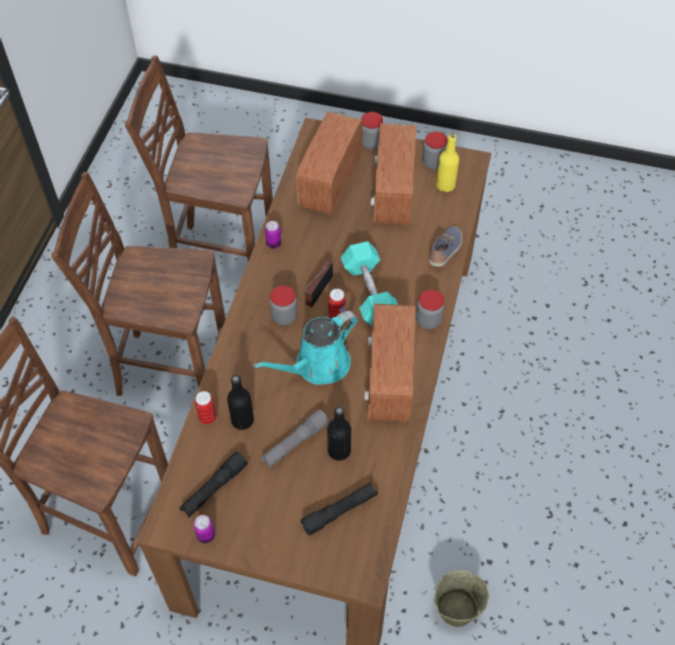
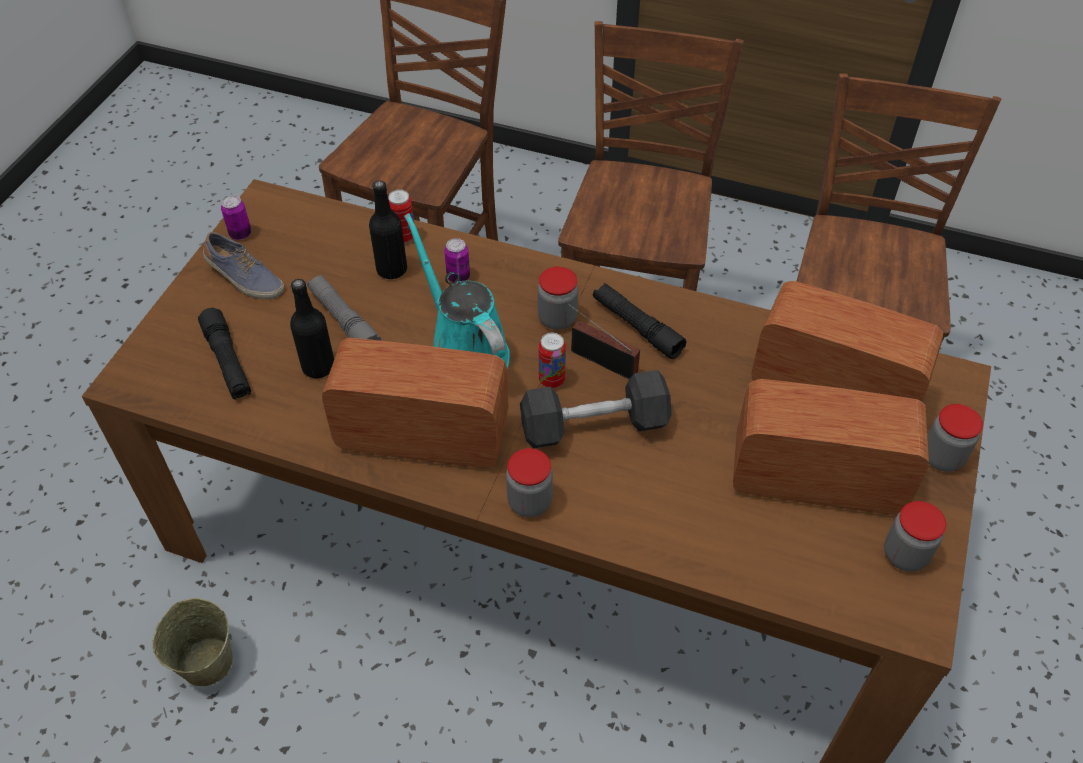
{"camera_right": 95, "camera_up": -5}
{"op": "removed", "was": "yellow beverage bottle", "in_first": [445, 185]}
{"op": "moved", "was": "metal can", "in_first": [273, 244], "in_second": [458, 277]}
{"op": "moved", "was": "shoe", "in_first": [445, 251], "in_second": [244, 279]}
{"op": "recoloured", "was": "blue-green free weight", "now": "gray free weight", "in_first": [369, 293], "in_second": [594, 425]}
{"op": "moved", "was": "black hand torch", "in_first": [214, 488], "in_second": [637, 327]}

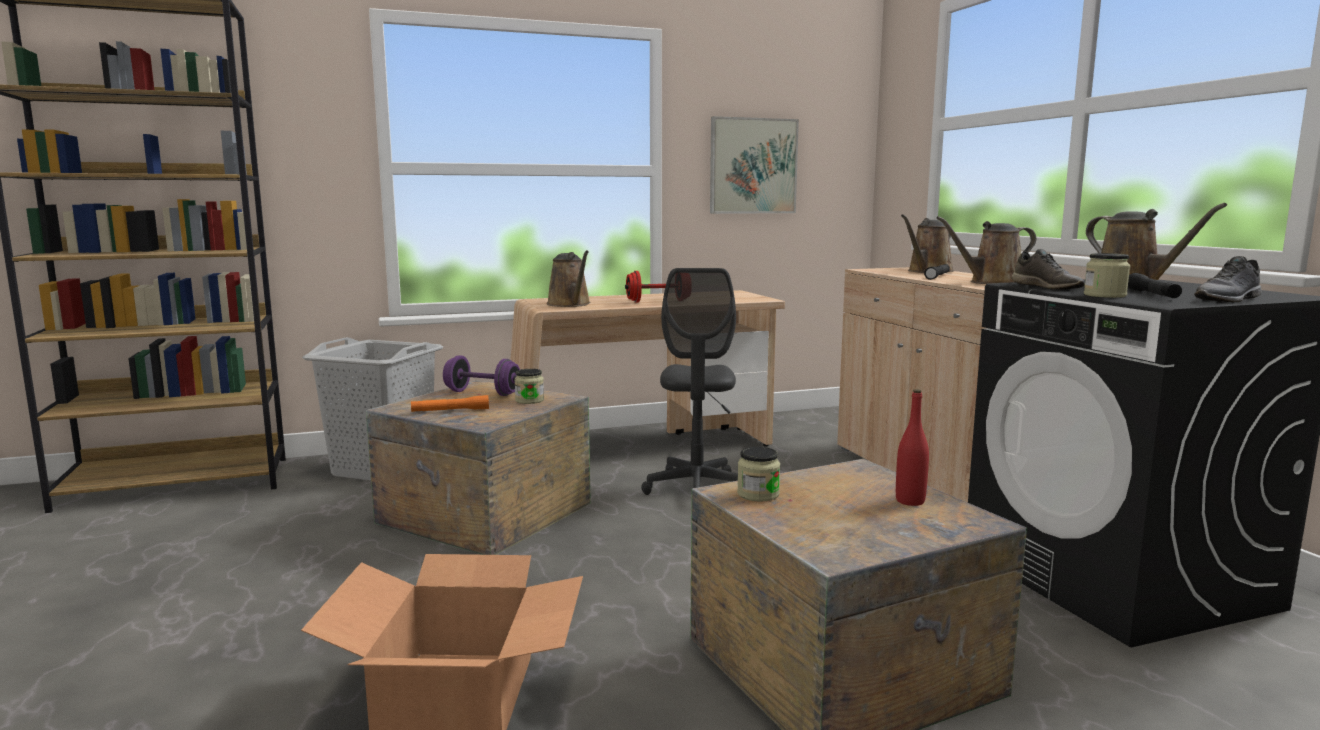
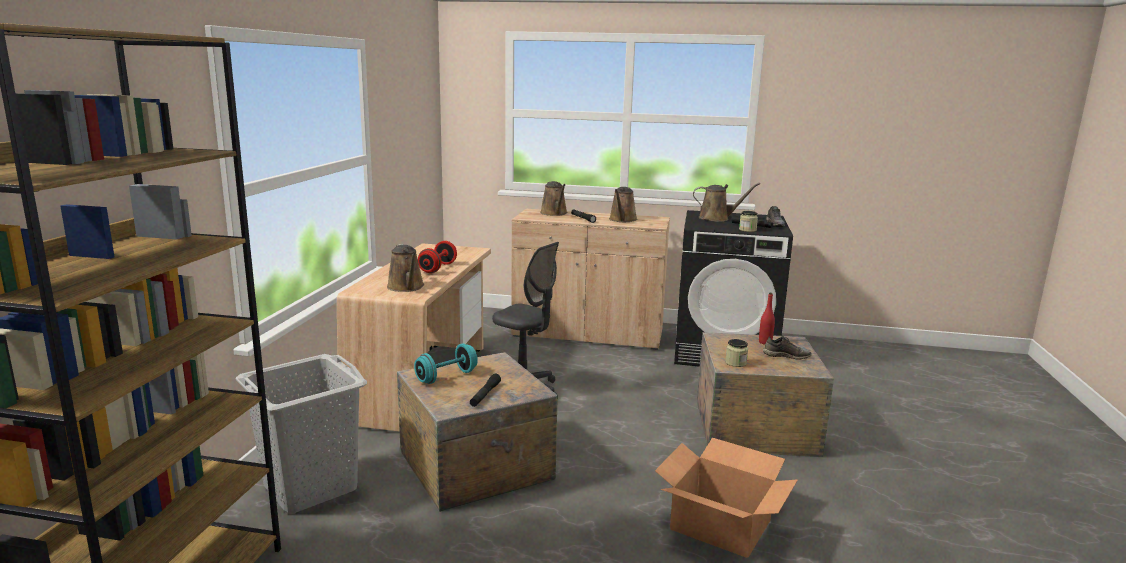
{"camera_right": -60, "camera_up": 5}
{"op": "removed", "was": "picture", "in_first": [753, 166]}
{"op": "moved", "was": "gray shoe", "in_first": [1048, 287], "in_second": [786, 356]}
{"op": "turned", "was": "brown-coloured watering pot", "in_first": [570, 304], "in_second": [406, 287], "clockwise": 60}
{"op": "recoloured", "was": "purplish free weight", "now": "blue-green free weight", "in_first": [482, 393], "in_second": [446, 377]}
{"op": "removed", "was": "preserve jar", "in_first": [529, 400]}
{"op": "recoloured", "was": "orange-coloured hand torch", "now": "black hand torch", "in_first": [450, 411], "in_second": [485, 395]}

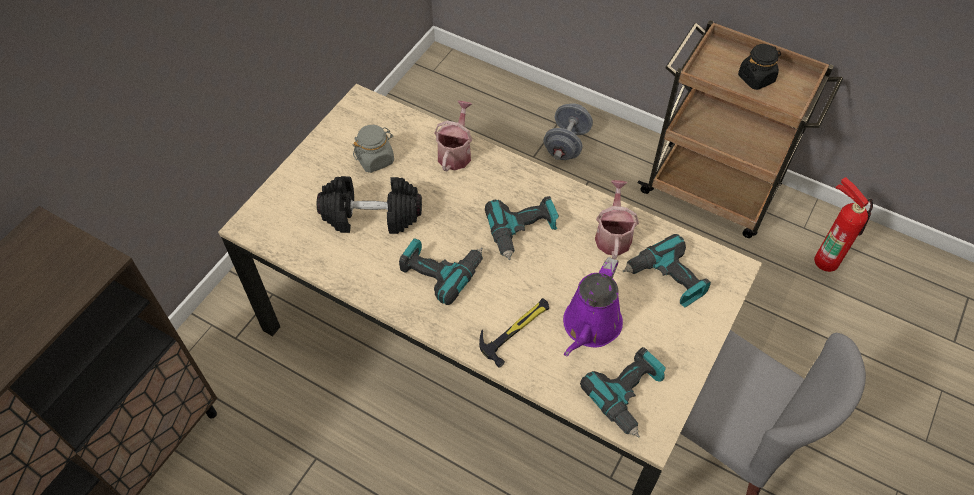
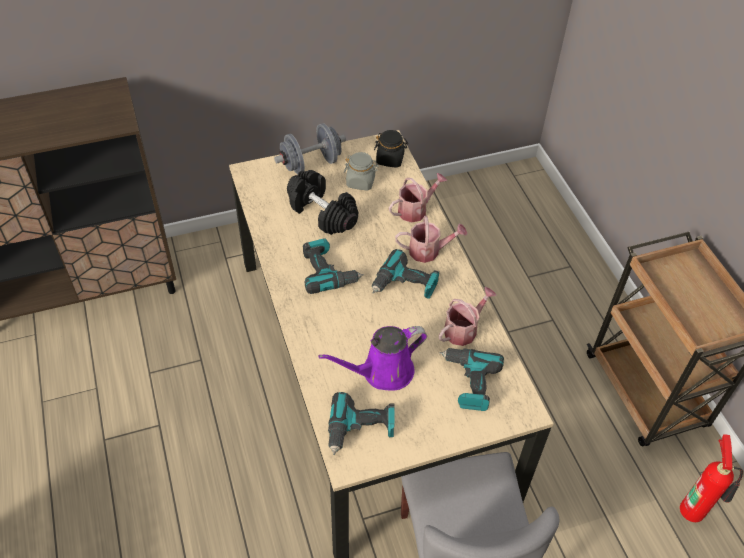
{"camera_right": 40, "camera_up": -5}
{"op": "moved", "was": "black preserve jar", "in_first": [756, 78], "in_second": [390, 159]}
{"op": "moved", "was": "gray free weight", "in_first": [566, 144], "in_second": [311, 164]}
{"op": "removed", "was": "hand hammer", "in_first": [515, 329]}
{"op": "added", "now": "watering pot", "in_second": [428, 251]}

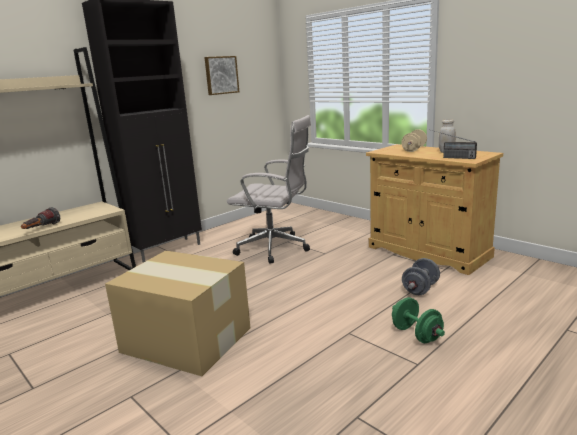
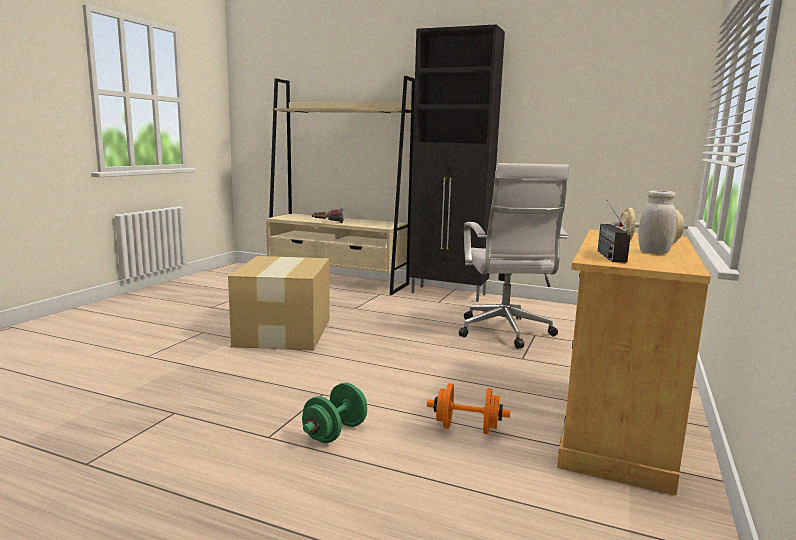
{"camera_right": 65, "camera_up": -5}
{"op": "removed", "was": "picture", "in_first": [221, 75]}
{"op": "recoloured", "was": "gray free weight", "now": "orange-coloured free weight", "in_first": [420, 289], "in_second": [466, 428]}

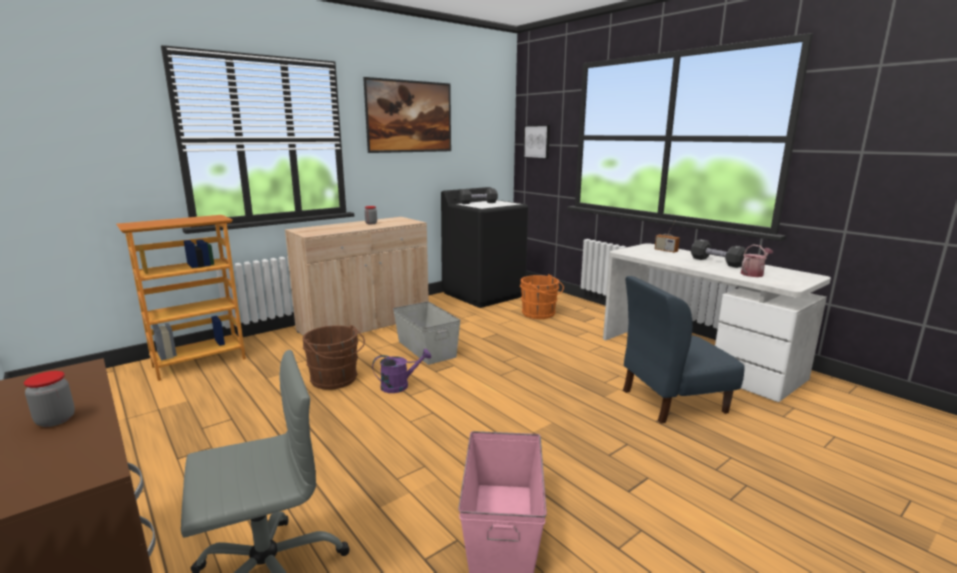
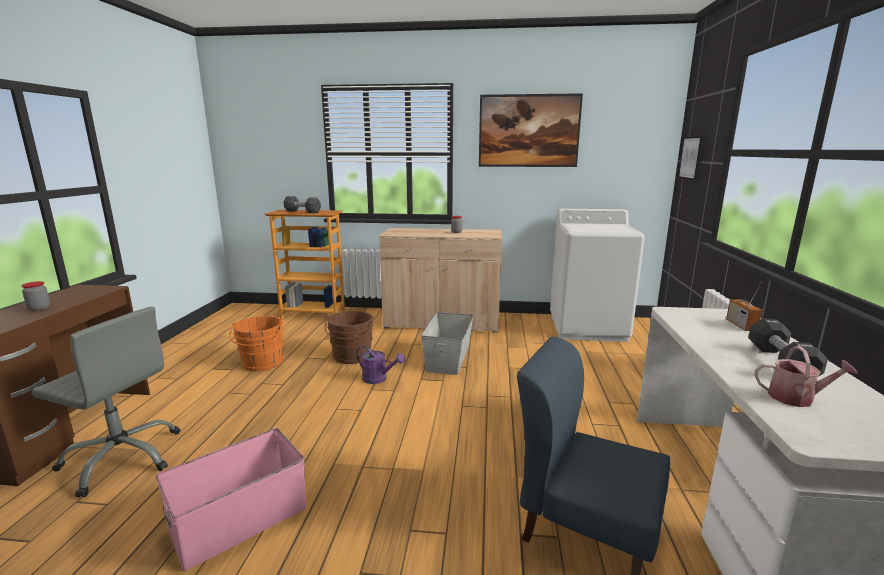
{"camera_right": 45, "camera_up": 0}
{"op": "recoloured", "was": "black laundry machine", "now": "white laundry machine", "in_first": [484, 294], "in_second": [588, 327]}
{"op": "moved", "was": "black free weight", "in_first": [478, 203], "in_second": [302, 212]}
{"op": "moved", "was": "orange-coloured bucket", "in_first": [540, 314], "in_second": [262, 364]}

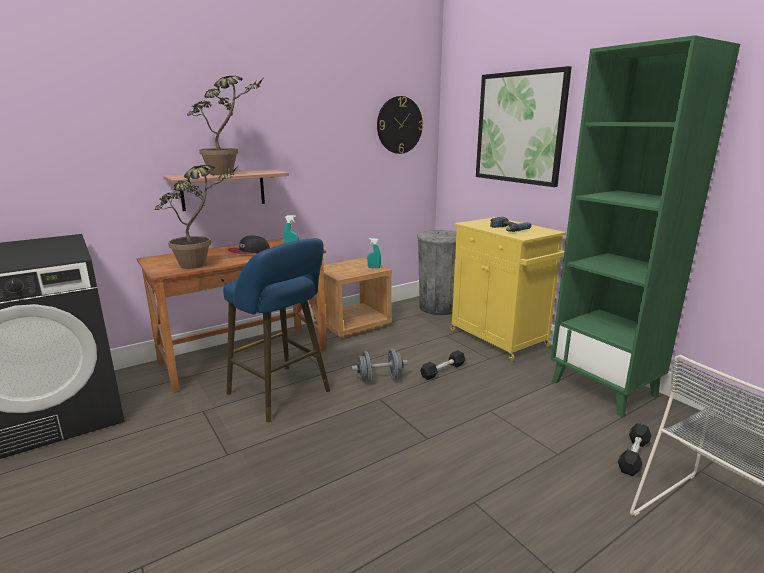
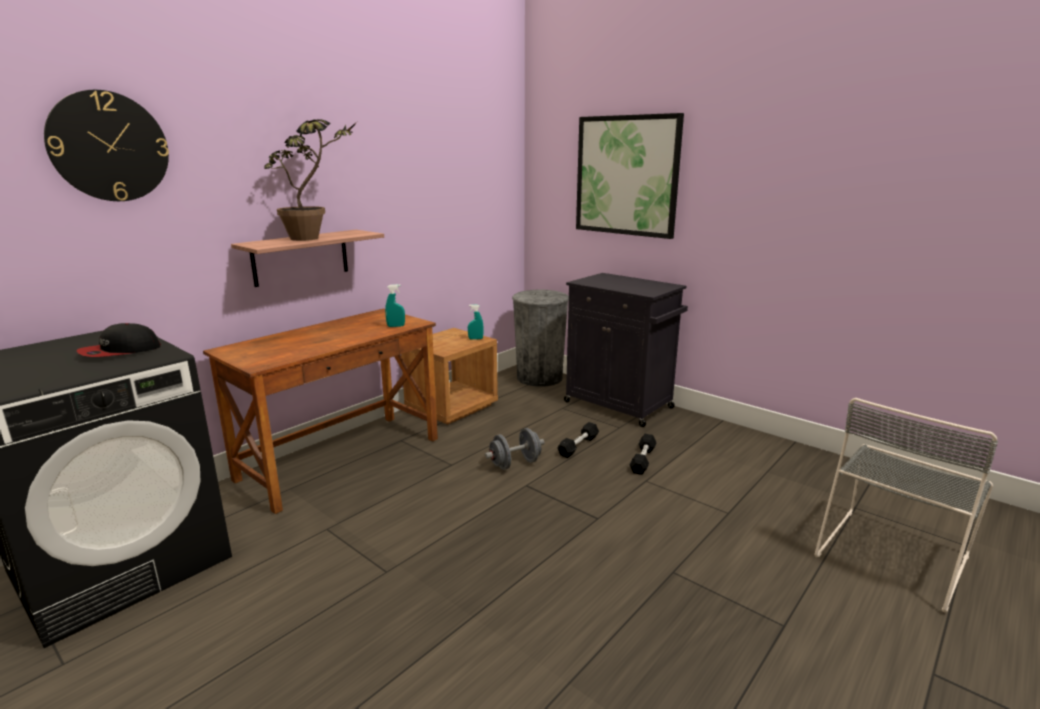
{"camera_right": -15, "camera_up": 0}
{"op": "removed", "was": "green-coloured bookshelf", "in_first": [605, 388]}
{"op": "moved", "was": "clock on the wall", "in_first": [399, 125], "in_second": [109, 147]}
{"op": "removed", "was": "potted plant", "in_first": [202, 265]}
{"op": "recoloured", "was": "yellow storage cabinet", "now": "black storage cabinet", "in_first": [500, 339], "in_second": [620, 405]}
{"op": "removed", "was": "drill", "in_first": [507, 229]}
{"op": "moved", "was": "peaked cap", "in_first": [249, 252], "in_second": [120, 351]}
{"op": "removed", "was": "bluish stool", "in_first": [282, 394]}
{"op": "moved", "was": "black free weight", "in_first": [633, 455], "in_second": [642, 460]}

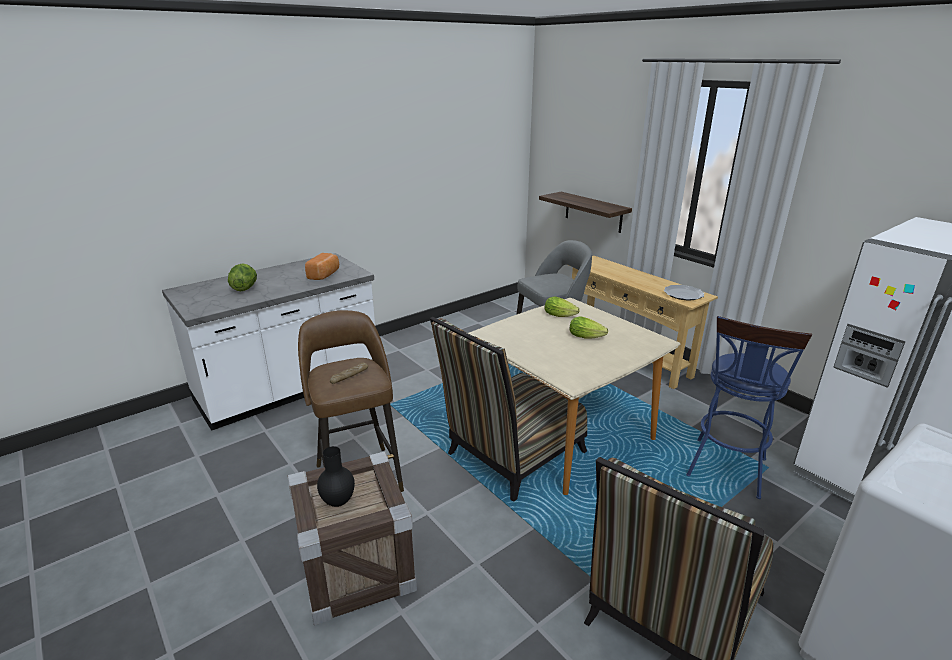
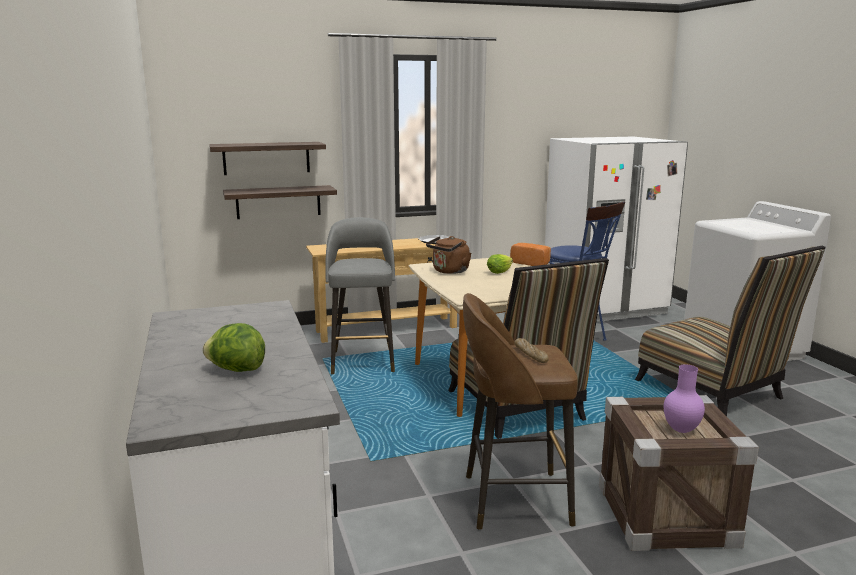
{"camera_right": -70, "camera_up": -10}
{"op": "moved", "was": "bakery bread", "in_first": [325, 275], "in_second": [531, 263]}
{"op": "replaced", "was": "head of lettuce", "now": "brown-coloured tea kettle", "in_first": [561, 315], "in_second": [449, 271]}
{"op": "recoloured", "was": "black decorative vase", "now": "purplish decorative vase", "in_first": [338, 502], "in_second": [682, 430]}
{"op": "added", "now": "bracket shelf", "in_second": [266, 158]}

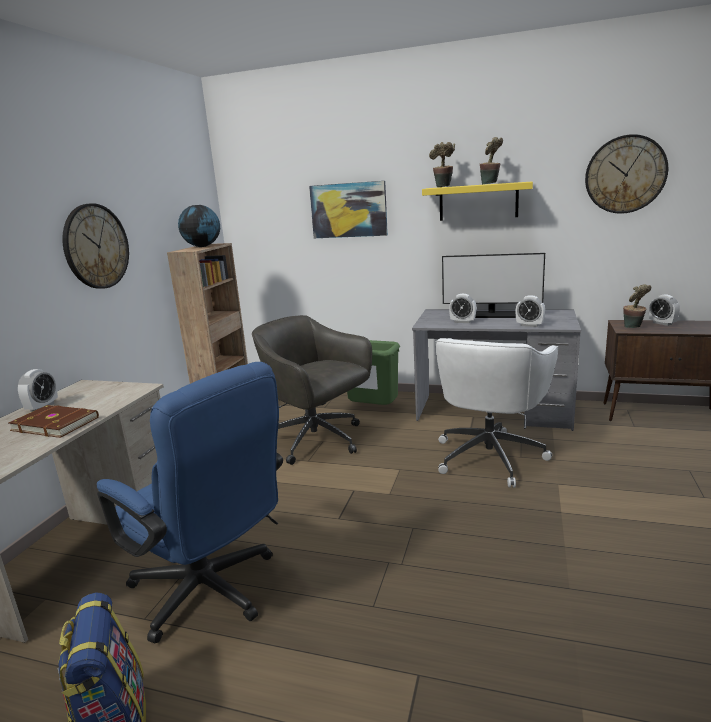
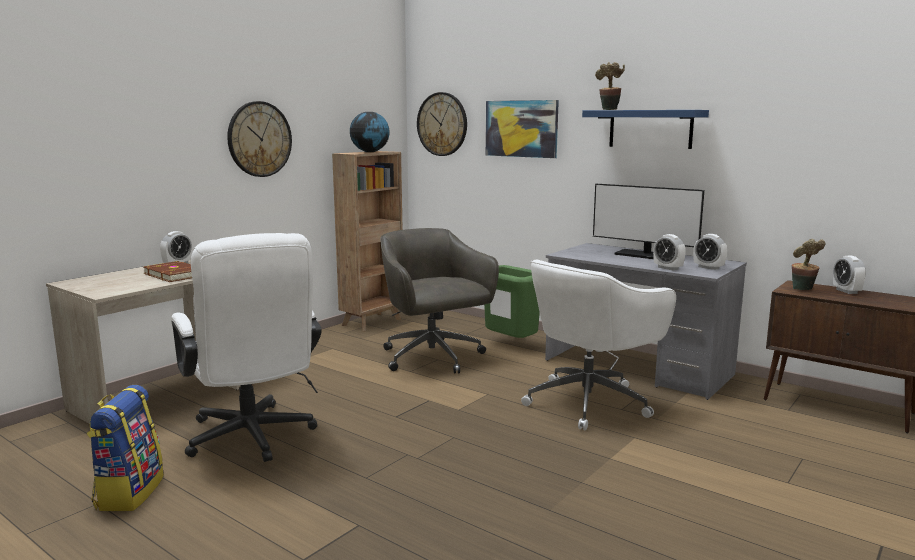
{"camera_right": 20, "camera_up": -5}
{"op": "moved", "was": "clock on the wall", "in_first": [625, 174], "in_second": [442, 124]}
{"op": "removed", "was": "potted plant", "in_first": [490, 184]}
{"op": "recoloured", "was": "yellow bracket shelf", "now": "bluish bracket shelf", "in_first": [478, 202], "in_second": [650, 129]}
{"op": "moved", "was": "bedside clock", "in_first": [462, 322], "in_second": [708, 267]}
{"op": "recoloured", "was": "bluish computer chair", "now": "white computer chair", "in_first": [212, 593], "in_second": [252, 439]}

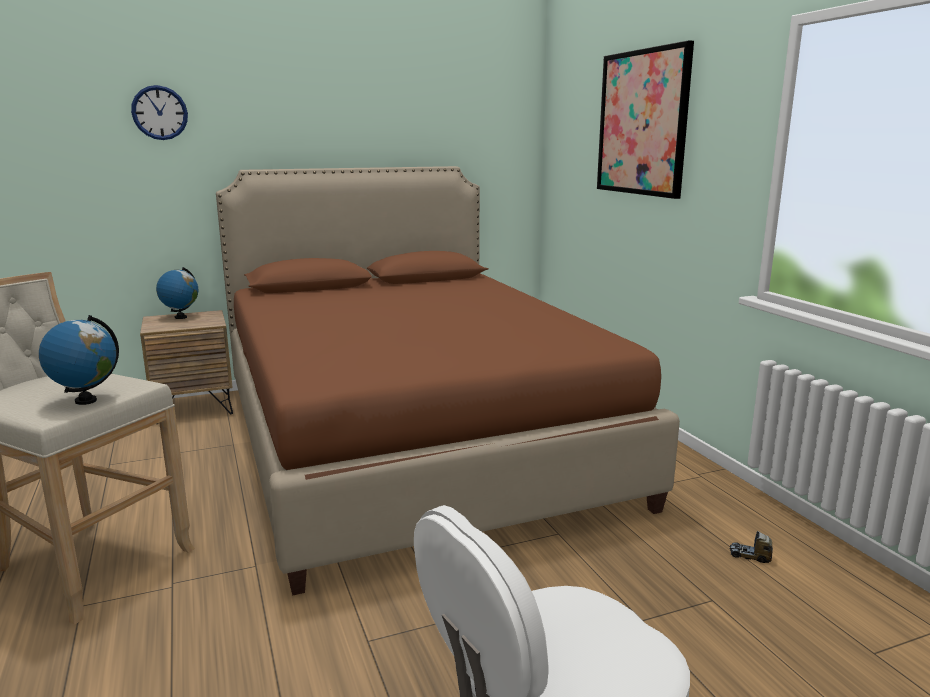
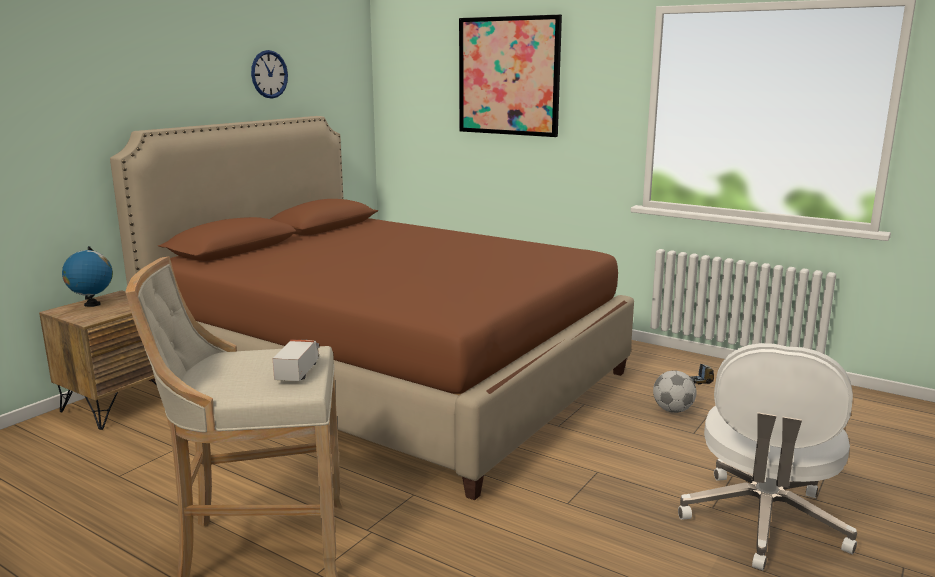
{"camera_right": -35, "camera_up": 0}
{"op": "moved", "was": "clock on the wall", "in_first": [160, 113], "in_second": [269, 74]}
{"op": "replaced", "was": "globe", "now": "toy truck", "in_first": [86, 400], "in_second": [298, 371]}
{"op": "added", "now": "football", "in_second": [672, 410]}

